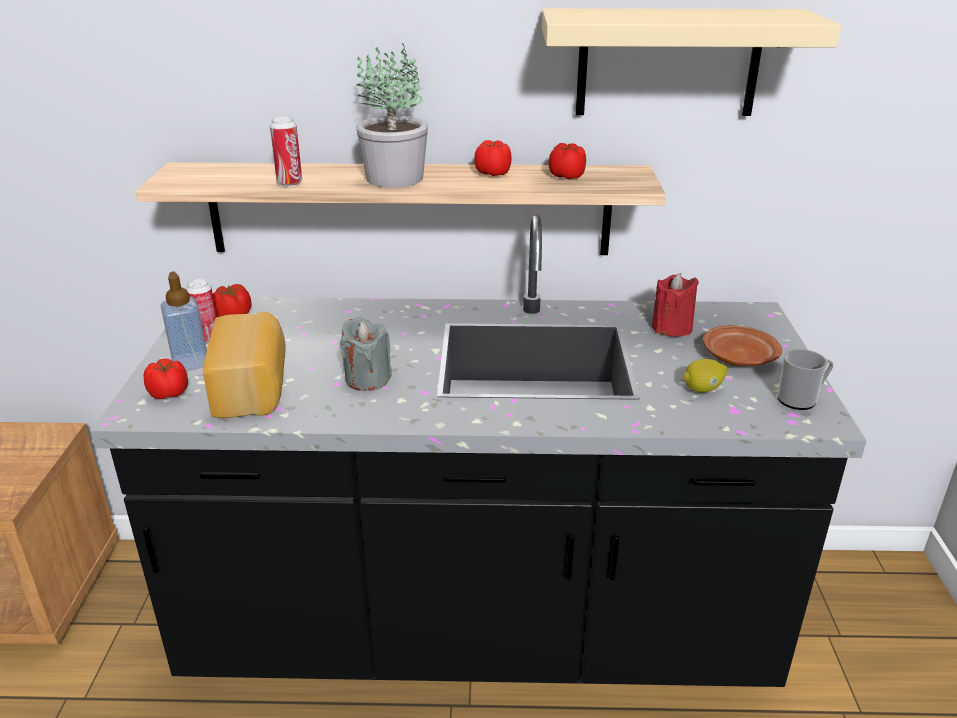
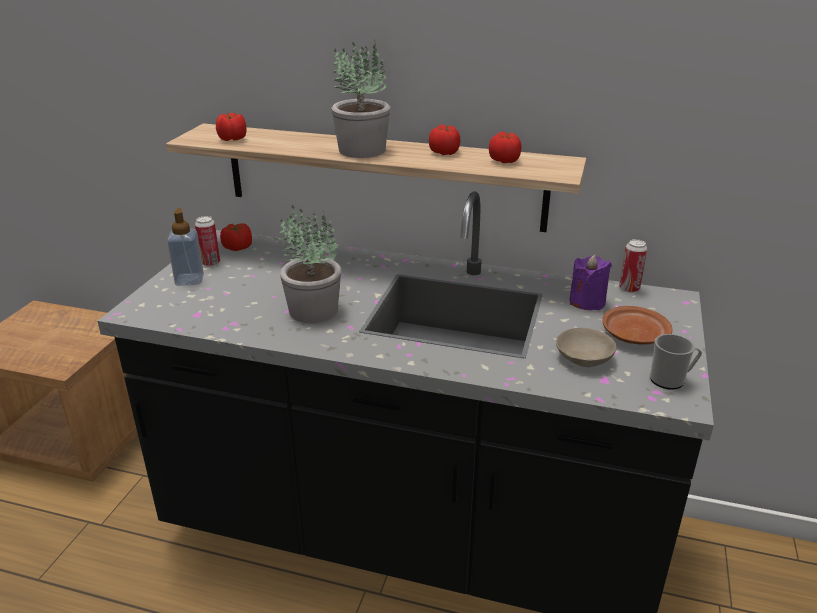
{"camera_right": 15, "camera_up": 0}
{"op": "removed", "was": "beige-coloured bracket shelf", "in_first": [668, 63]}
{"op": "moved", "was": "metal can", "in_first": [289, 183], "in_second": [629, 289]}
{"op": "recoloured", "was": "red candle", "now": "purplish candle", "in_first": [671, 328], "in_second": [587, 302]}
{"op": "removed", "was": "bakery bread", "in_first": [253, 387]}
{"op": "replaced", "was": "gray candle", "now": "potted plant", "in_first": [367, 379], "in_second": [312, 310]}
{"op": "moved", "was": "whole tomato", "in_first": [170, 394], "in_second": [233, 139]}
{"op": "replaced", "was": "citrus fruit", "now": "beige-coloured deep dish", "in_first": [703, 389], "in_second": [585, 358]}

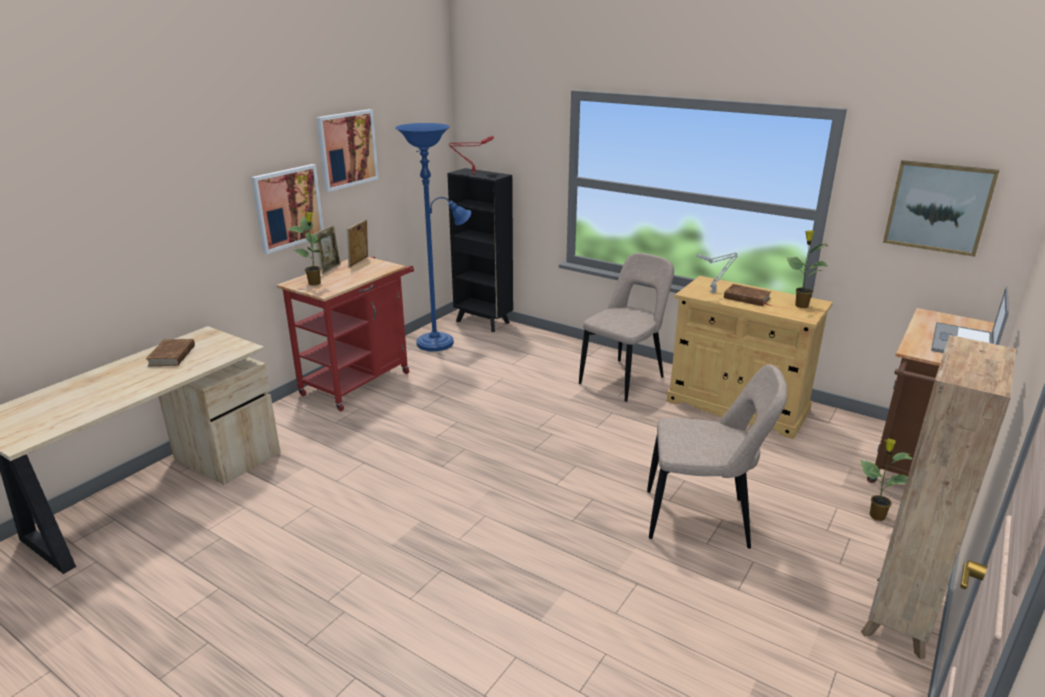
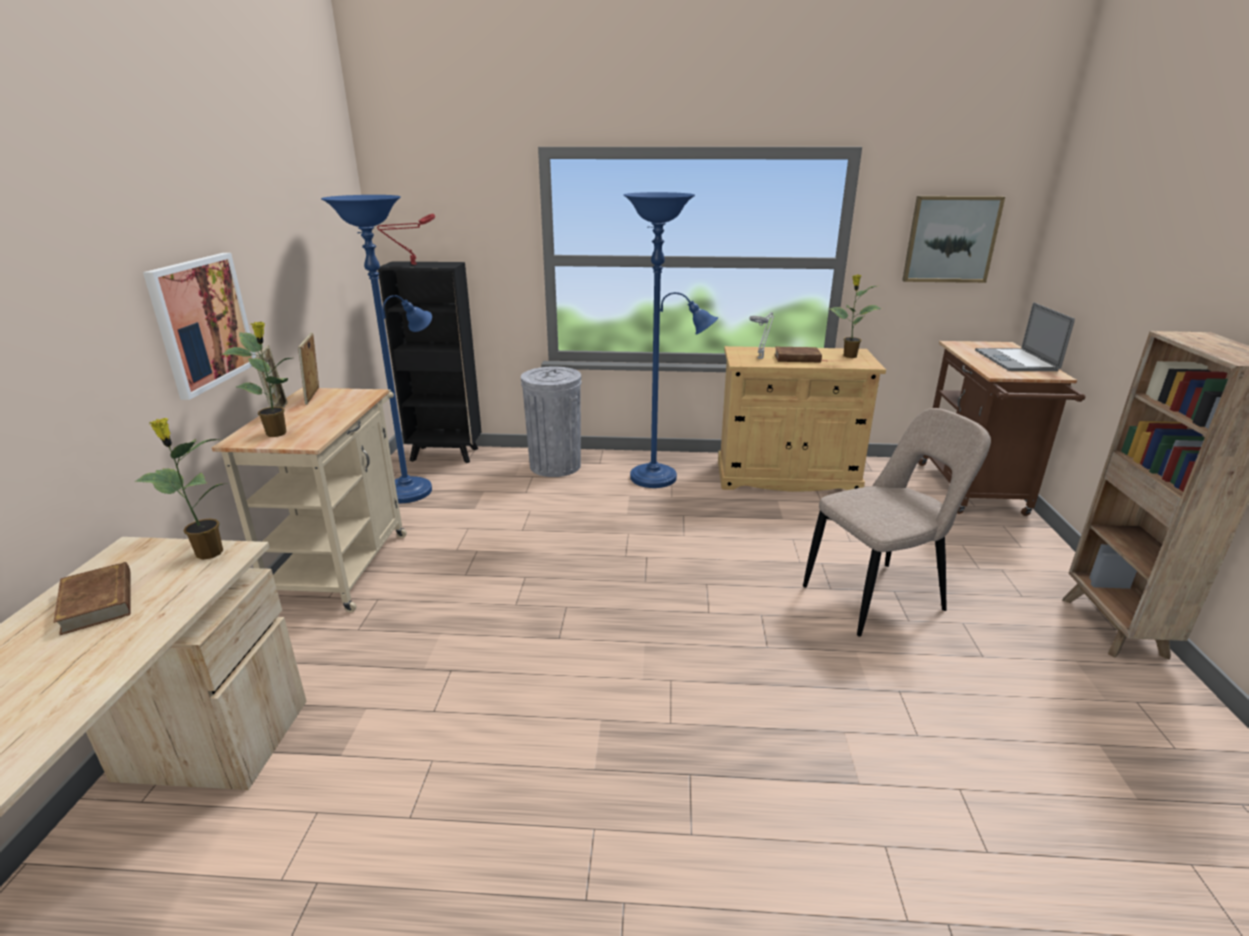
{"camera_right": -30, "camera_up": 0}
{"op": "removed", "was": "picture", "in_first": [347, 149]}
{"op": "replaced", "was": "beige-coloured chair", "now": "bluish standing lamp", "in_first": [624, 379], "in_second": [660, 478]}
{"op": "recoloured", "was": "red wheeled cart", "now": "beige-coloured wheeled cart", "in_first": [360, 380], "in_second": [345, 563]}
{"op": "moved", "was": "potted plant", "in_first": [876, 516], "in_second": [207, 553]}
{"op": "added", "now": "gray waste bin", "in_second": [555, 465]}

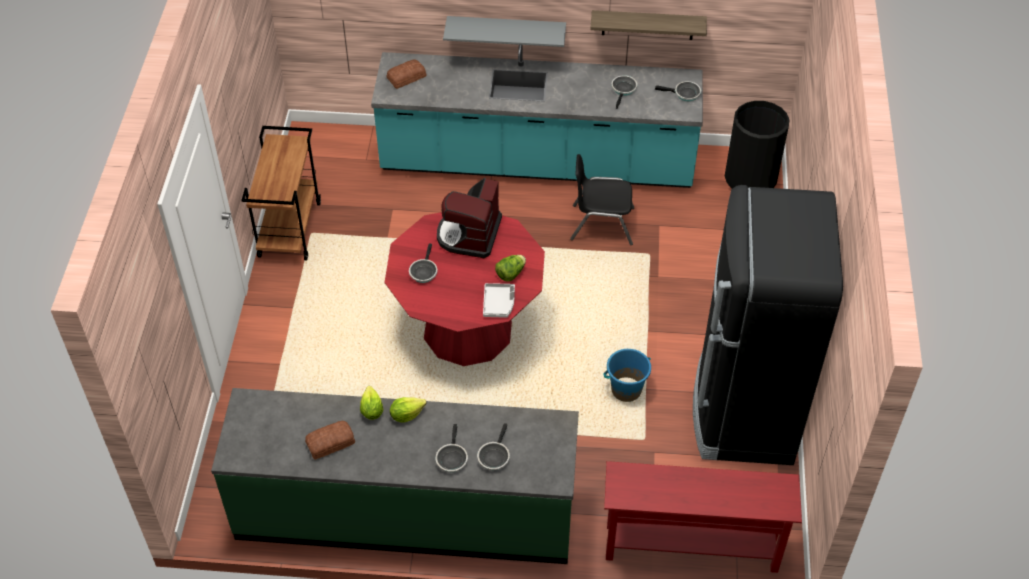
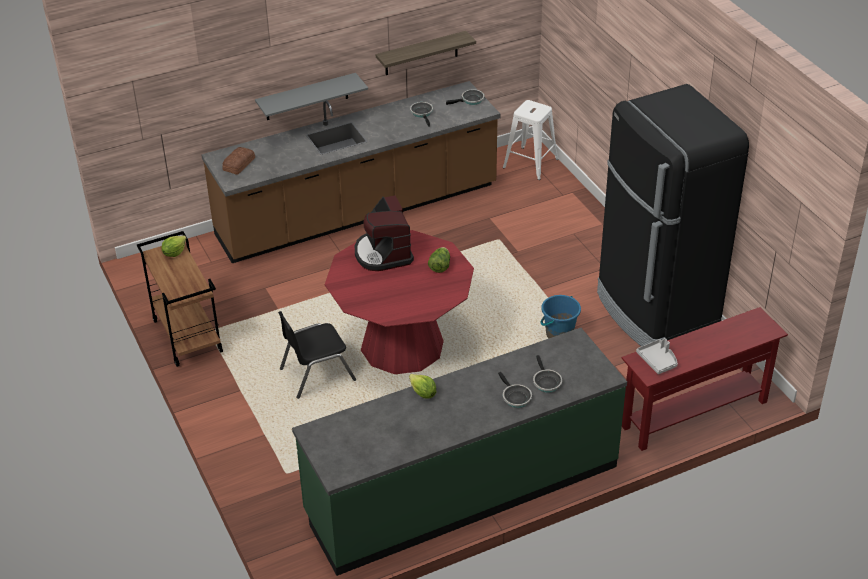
{"camera_right": -30, "camera_up": -10}
{"op": "recoloured", "was": "blue-green kitchen base unit", "now": "brown-coloured kitchen base unit", "in_first": [537, 163], "in_second": [358, 212]}
{"op": "replaced", "was": "black waste bin", "now": "white stool", "in_first": [750, 178], "in_second": [530, 163]}
{"op": "moved", "was": "black chair", "in_first": [602, 224], "in_second": [316, 374]}
{"op": "removed", "was": "skillet", "in_first": [423, 271]}
{"op": "moved", "was": "gray tray", "in_first": [499, 304], "in_second": [658, 360]}
{"op": "moved", "was": "head of lettuce", "in_first": [406, 415], "in_second": [174, 253]}
{"op": "removed", "was": "bakery bread", "in_first": [331, 443]}

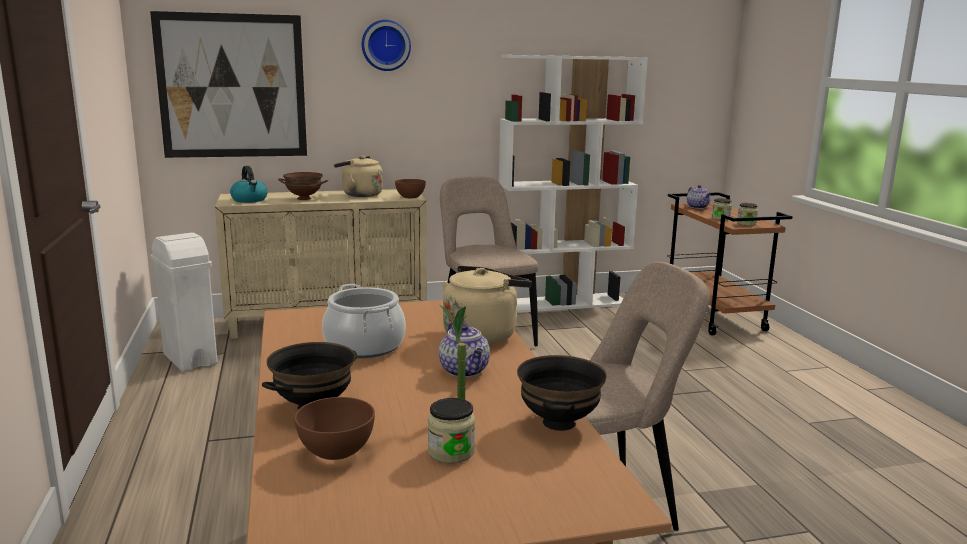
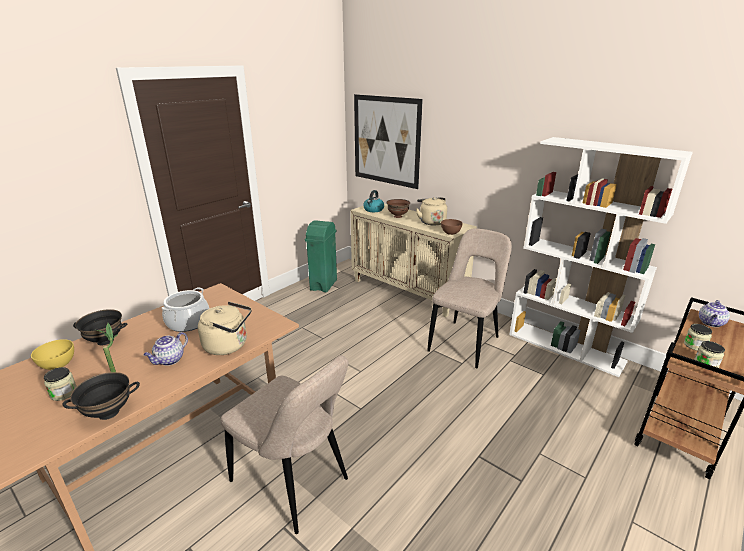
{"camera_right": 55, "camera_up": 10}
{"op": "removed", "was": "clock on the wall", "in_first": [385, 45]}
{"op": "recoloured", "was": "white waste bin", "now": "green-coloured waste bin", "in_first": [190, 360], "in_second": [323, 285]}
{"op": "recoloured", "was": "brown-coloured deep dish", "now": "yellow deep dish", "in_first": [336, 451], "in_second": [58, 365]}

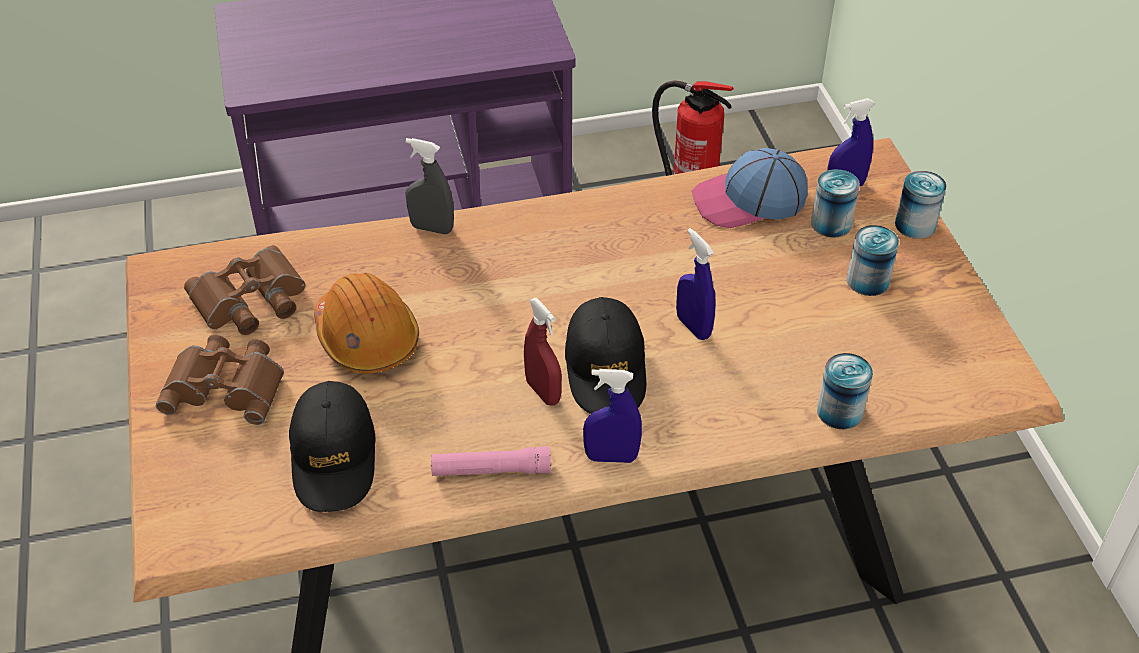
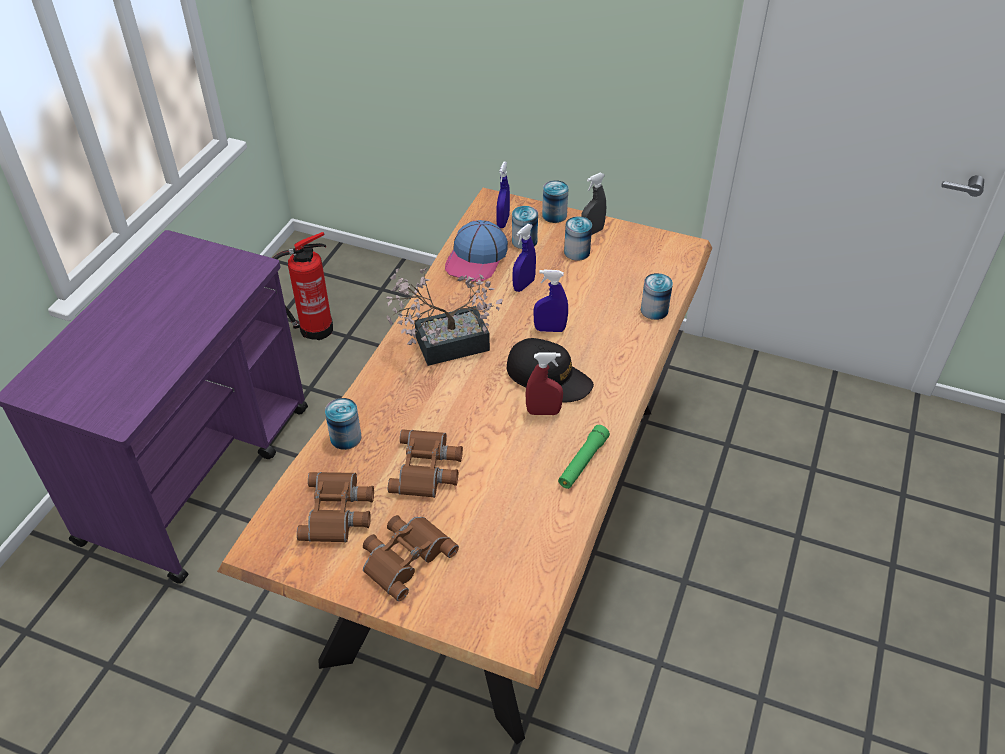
{"camera_right": -55, "camera_up": 0}
{"op": "moved", "was": "gray hand sprayer", "in_first": [432, 228], "in_second": [592, 232]}
{"op": "replaced", "was": "orange-coloured safety helmet", "now": "brown-coloured pair of binoculars", "in_first": [367, 337], "in_second": [428, 468]}
{"op": "moved", "was": "bluish hand sprayer", "in_first": [611, 457], "in_second": [523, 285]}
{"op": "removed", "was": "black peaked cap", "in_first": [334, 457]}
{"op": "recoloured", "was": "pink-coloured hand torch", "now": "green-coloured hand torch", "in_first": [491, 470], "in_second": [583, 462]}
{"op": "added", "now": "potted plant", "in_second": [443, 345]}
{"op": "added", "now": "metal can", "in_second": [345, 437]}

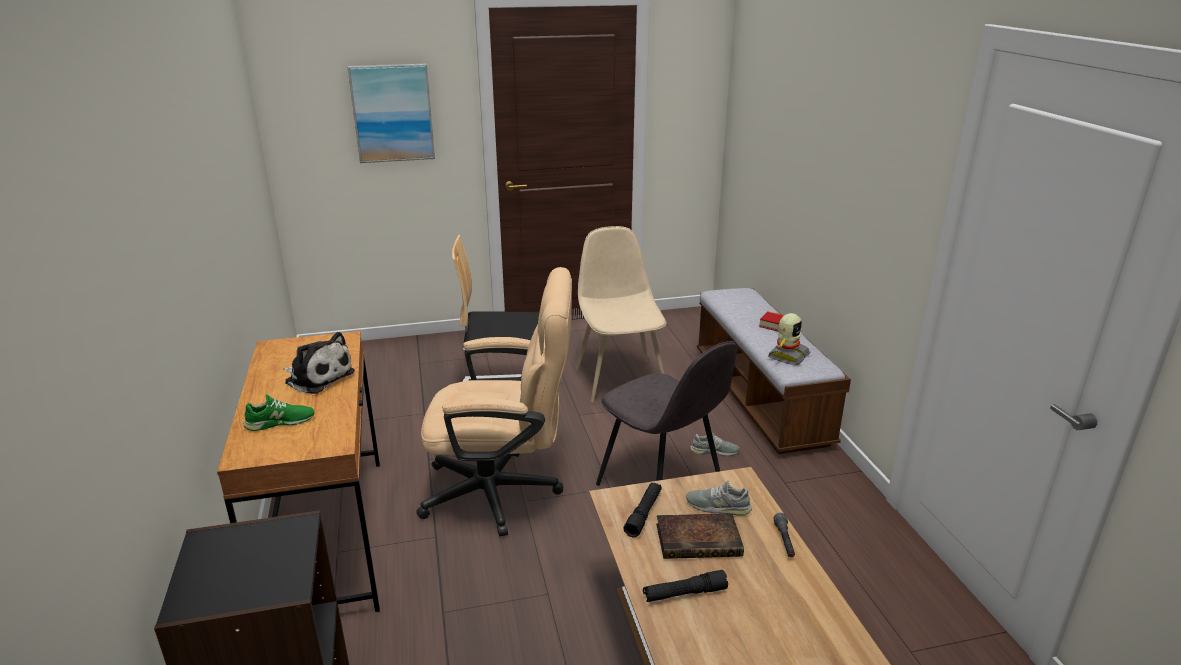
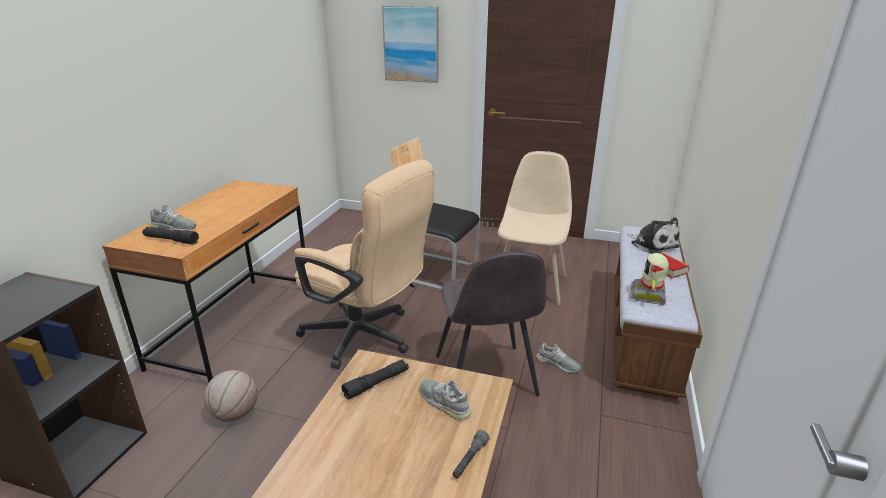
{"camera_right": 30, "camera_up": 0}
{"op": "turned", "was": "robot figure", "in_first": [787, 356], "in_second": [648, 295], "clockwise": 135}
{"op": "moved", "was": "cuddly toy", "in_first": [318, 377], "in_second": [652, 244]}
{"op": "recoloured", "was": "green-coloured shoe", "now": "gray shoe", "in_first": [280, 422], "in_second": [174, 227]}
{"op": "removed", "was": "bound book", "in_first": [700, 540]}
{"op": "moved", "was": "black hand torch", "in_first": [684, 594], "in_second": [171, 240]}
{"op": "added", "now": "basketball", "in_second": [235, 414]}

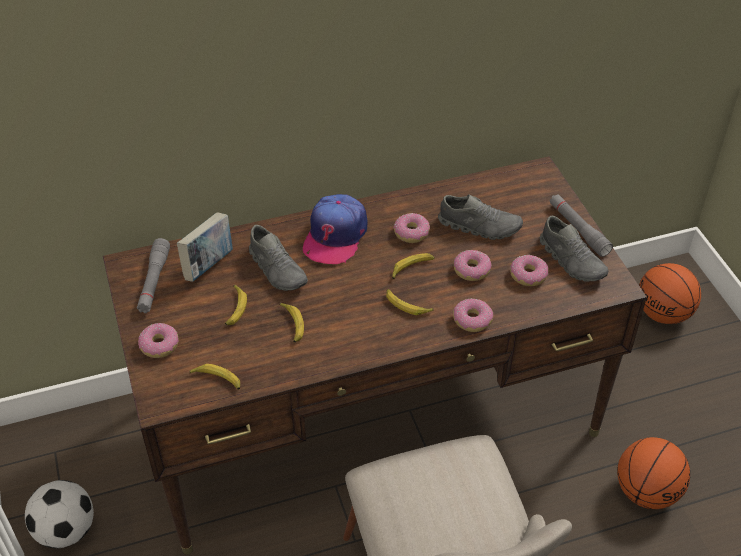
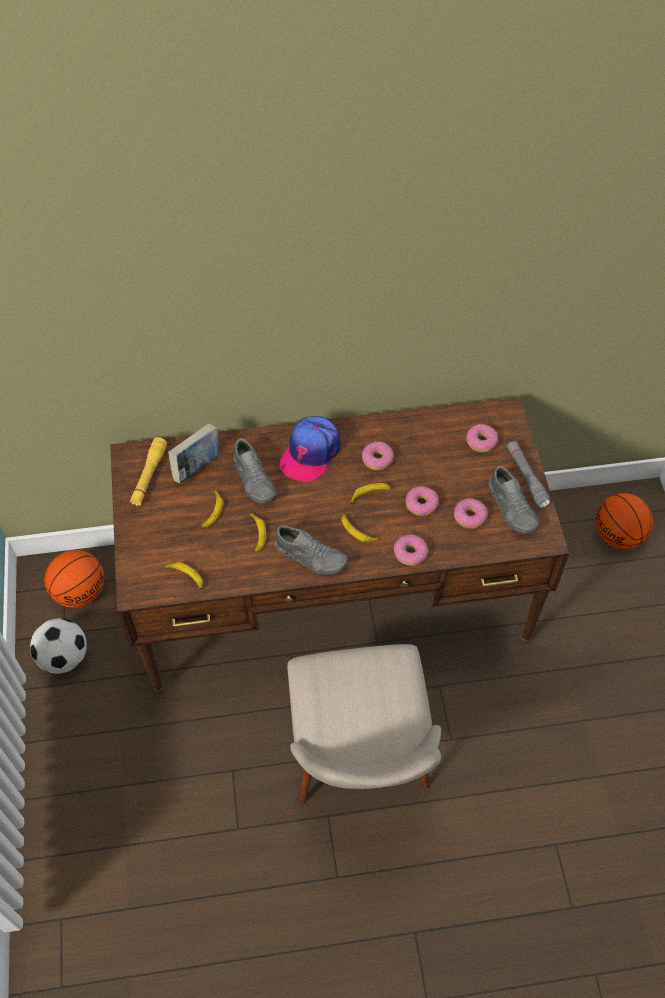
{"camera_right": 10, "camera_up": 10}
{"op": "moved", "was": "gray shoe", "in_first": [479, 226], "in_second": [311, 556]}
{"op": "recoloured", "was": "gray hand torch", "now": "yellow hand torch", "in_first": [154, 281], "in_second": [149, 475]}
{"op": "moved", "was": "ring doughnut", "in_first": [159, 345], "in_second": [481, 442]}
{"op": "moved", "was": "basketball", "in_first": [646, 491], "in_second": [80, 591]}

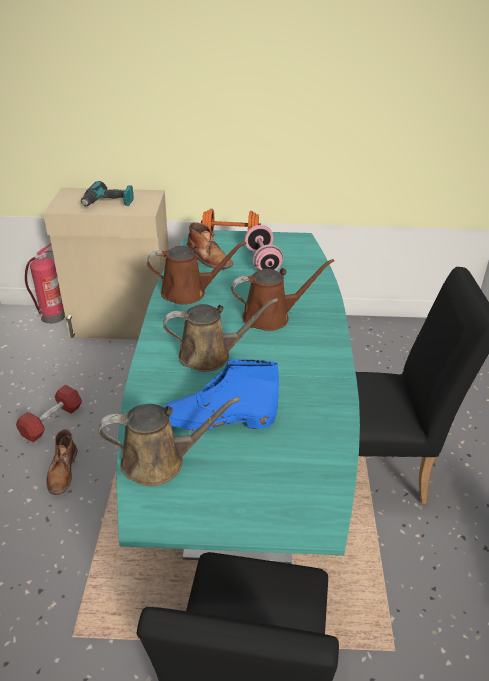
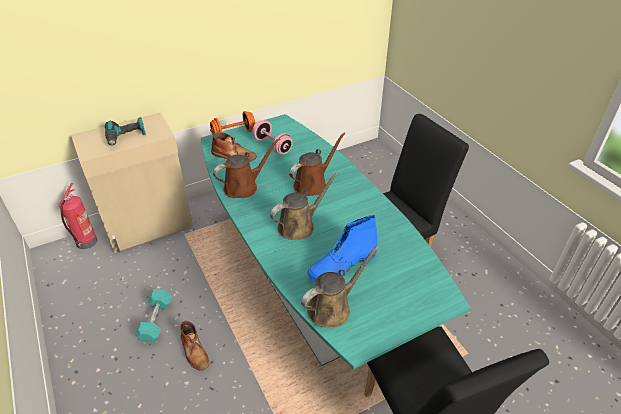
{"camera_right": -30, "camera_up": 5}
{"op": "recoloured", "was": "red free weight", "now": "blue-green free weight", "in_first": [51, 421], "in_second": [156, 321]}

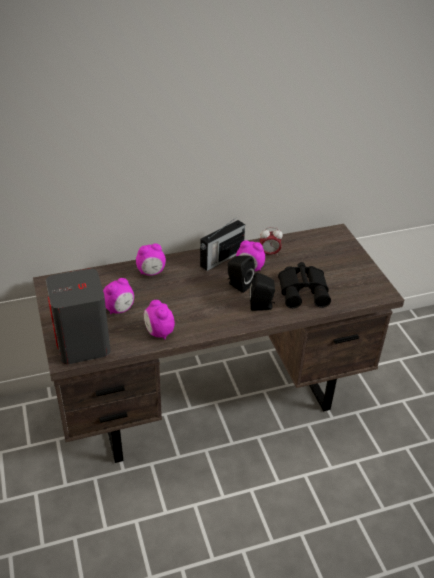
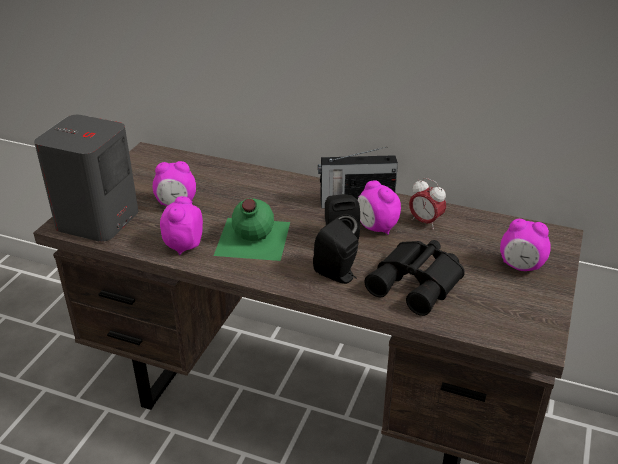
{"camera_right": 40, "camera_up": -5}
{"op": "moved", "was": "bedside clock", "in_first": [151, 272], "in_second": [520, 267]}
{"op": "added", "now": "green-coloured beverage bottle", "in_second": [251, 239]}

